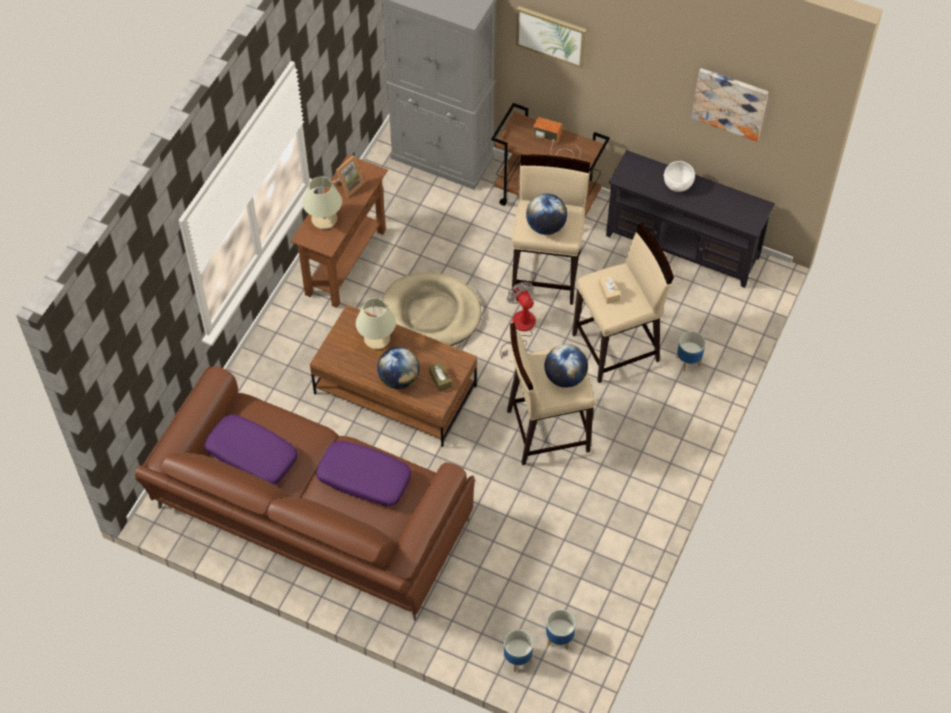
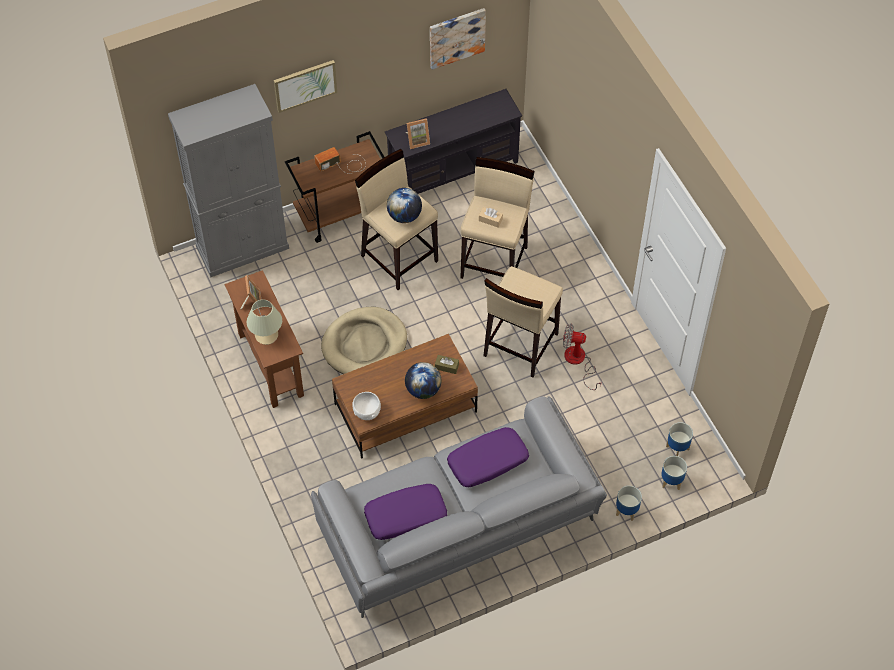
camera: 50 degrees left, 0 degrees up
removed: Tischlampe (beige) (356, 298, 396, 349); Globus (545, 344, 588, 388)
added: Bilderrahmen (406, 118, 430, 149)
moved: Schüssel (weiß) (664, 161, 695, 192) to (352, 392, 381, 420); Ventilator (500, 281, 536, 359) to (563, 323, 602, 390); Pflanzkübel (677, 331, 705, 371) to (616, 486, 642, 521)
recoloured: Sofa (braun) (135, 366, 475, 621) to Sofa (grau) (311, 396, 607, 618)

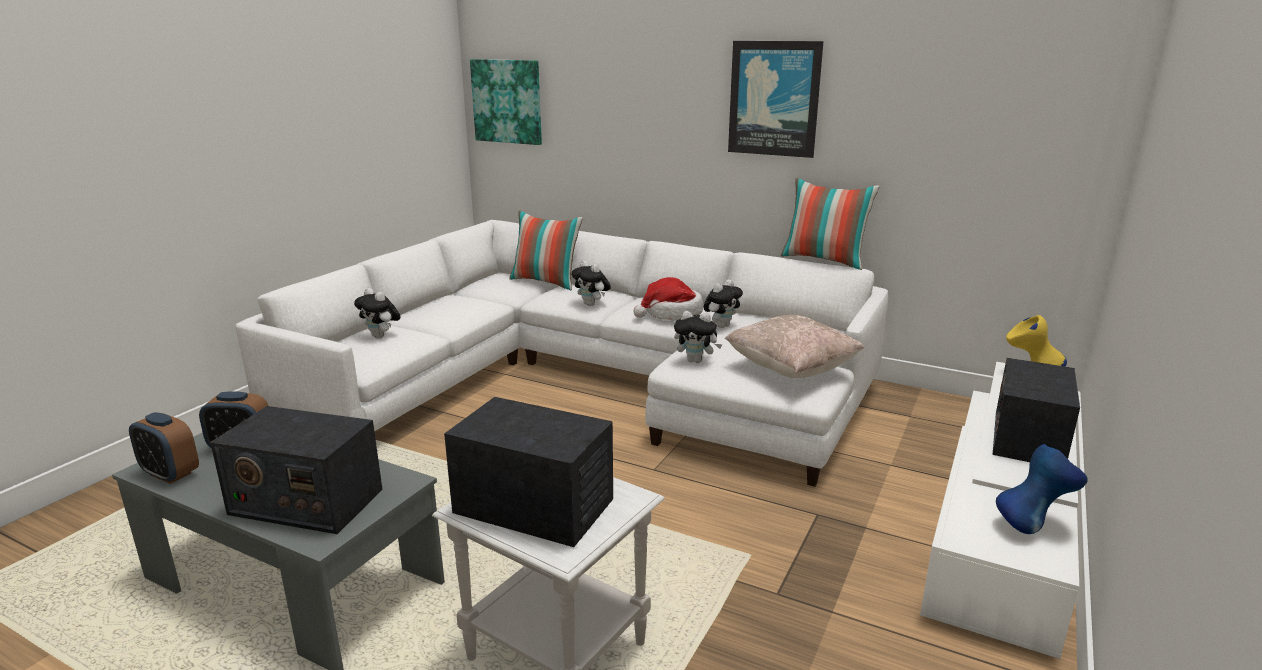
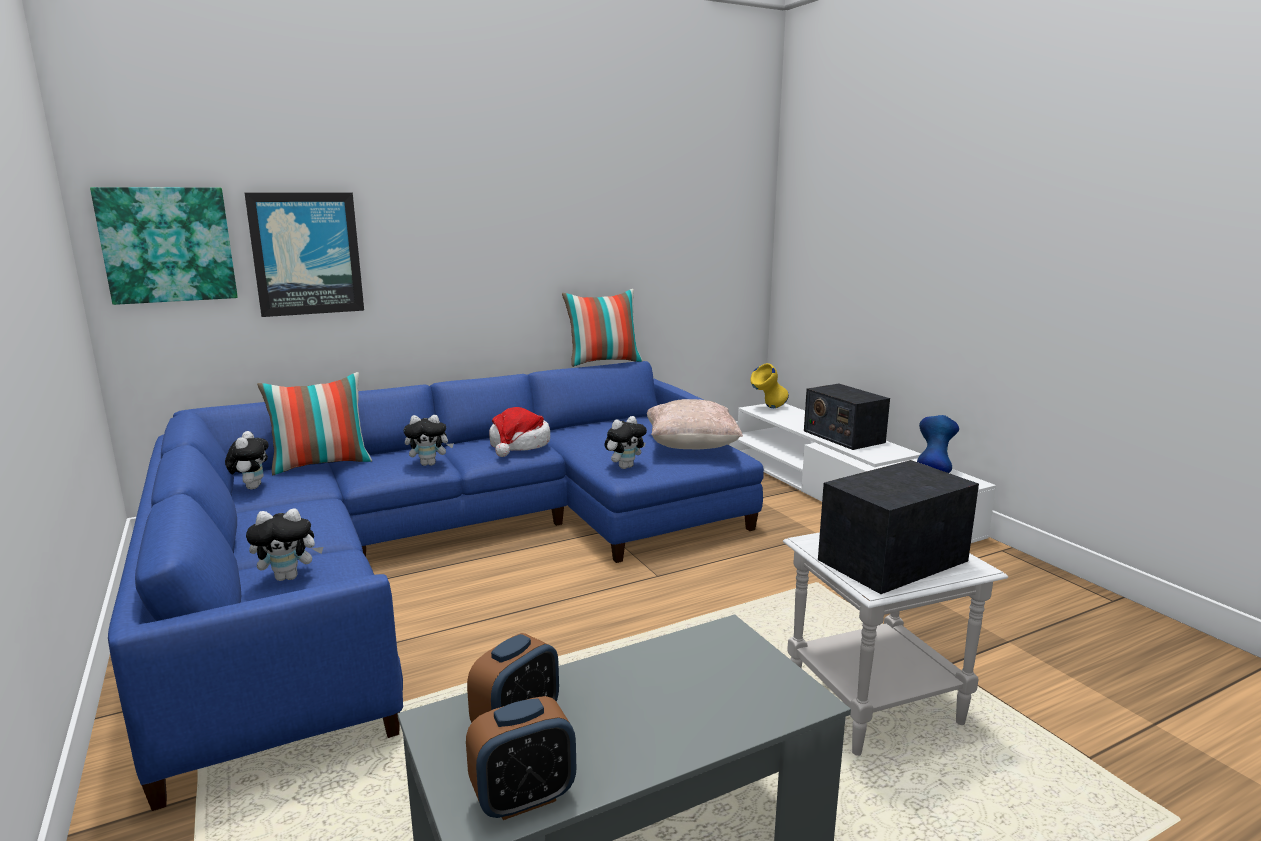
camera: 55 degrees left, 5 degrees down
removed: Radio (210, 406, 383, 534)
moved: Plüschtier (703, 279, 743, 328) to (225, 431, 269, 489); Bild (728, 41, 824, 158) to (245, 193, 364, 317)
recoloured: Sofa (weiß) (235, 220, 888, 487) to Sofa (blau) (108, 361, 764, 811)

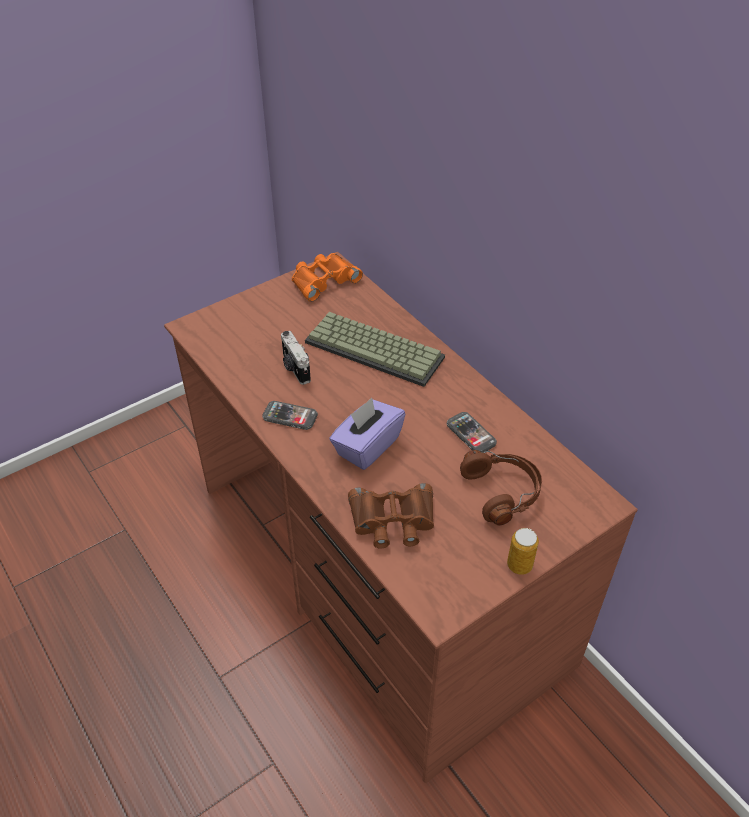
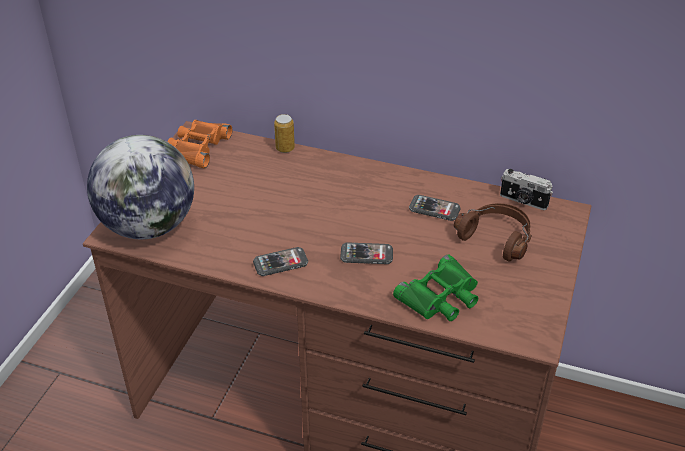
camera: 35 degrees left, 5 degrees down
removed: Tastatur (305, 312, 445, 387)
added: Globus (87, 135, 194, 239)
moved: Dose (507, 528, 539, 575) to (274, 114, 295, 153); Kamera (281, 331, 311, 385) to (500, 169, 553, 210)
replaced: Taschentuchbox (lila) (329, 398, 405, 470) to Handy (340, 242, 393, 264)
recoloured: Fernglas (braun) (348, 483, 434, 548) to Fernglas (grün) (393, 255, 478, 321)

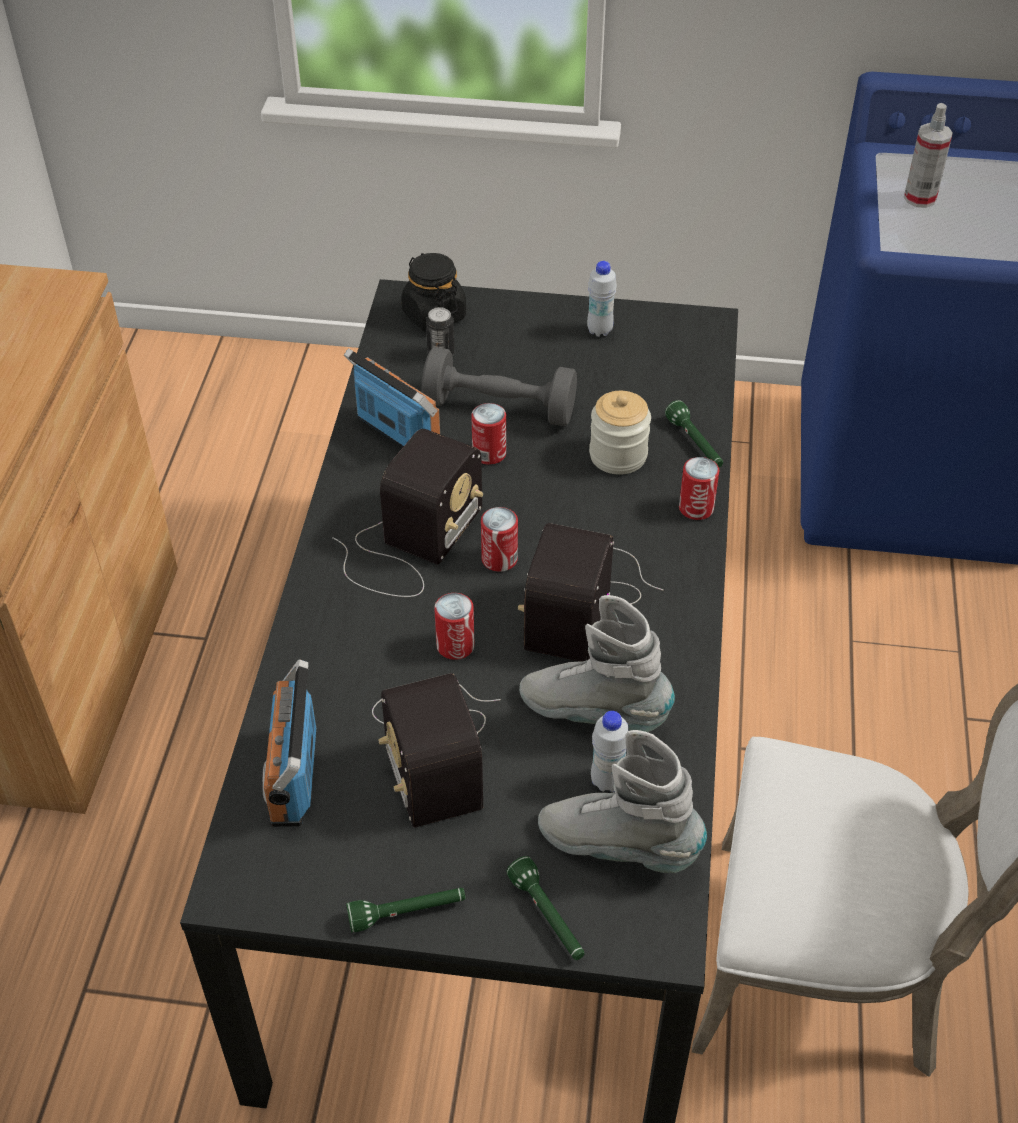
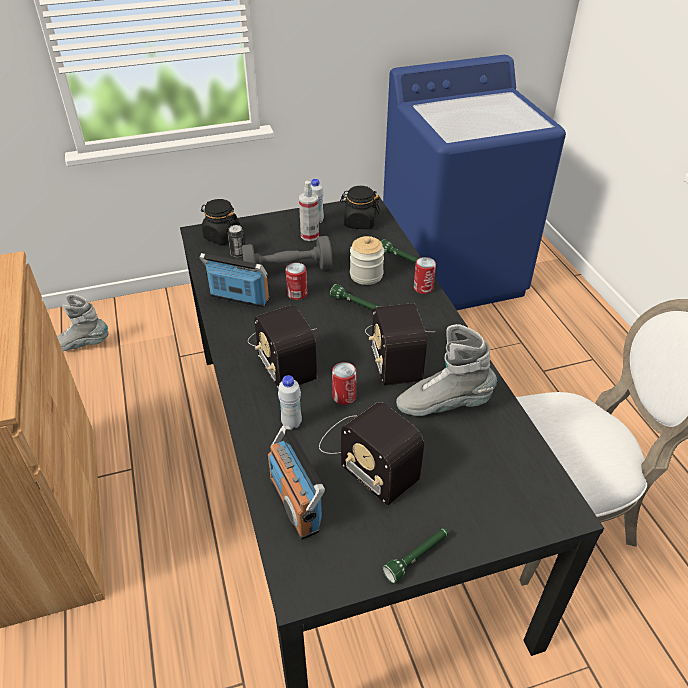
camera: 25 degrees left, 5 degrees down
removed: Dose (481, 507, 518, 572)
added: Vorratsglas (schwarz) (340, 186, 380, 229)
moved: Stiefel (grau) (538, 730, 707, 873) to (57, 294, 109, 351); Flasche (weiß) (591, 711, 629, 792) to (278, 375, 302, 430); Sprühflasche (904, 103, 953, 208) to (299, 181, 319, 241); Taschenlampe (grün) (506, 856, 584, 960) to (330, 284, 379, 310)
turned: Radio (332, 429, 483, 597) = (248, 305, 317, 389) 150 degrees clockwise

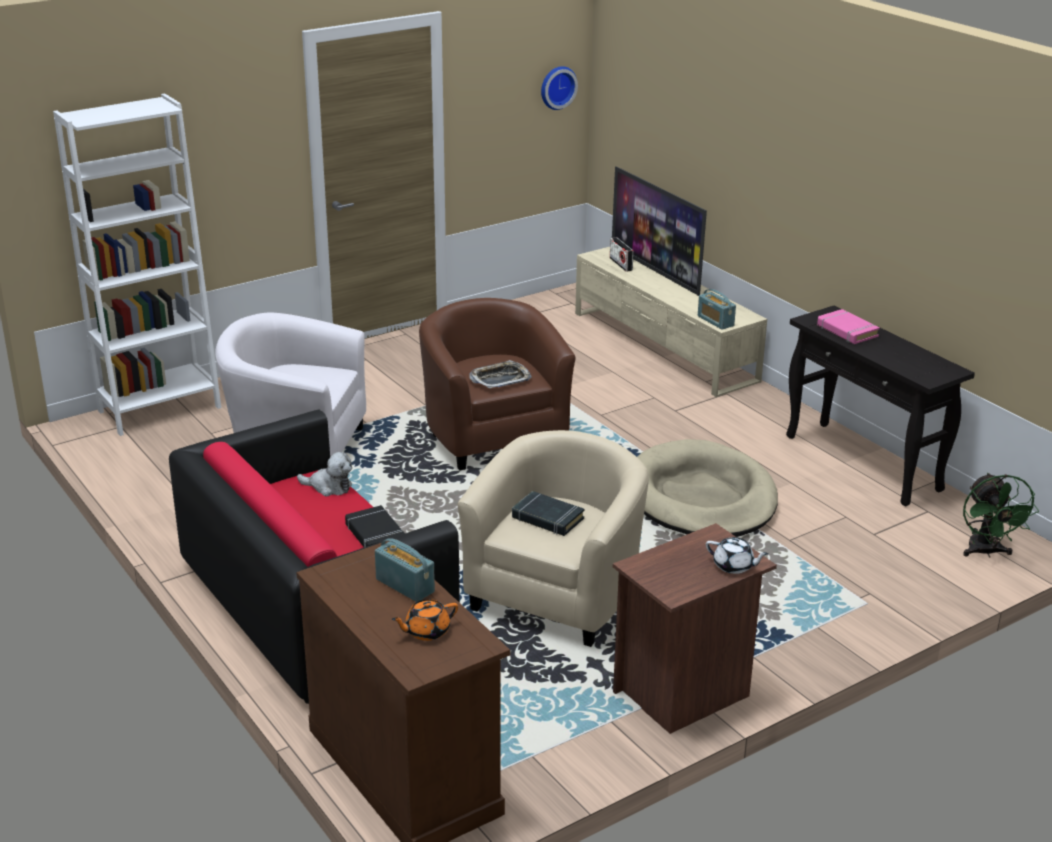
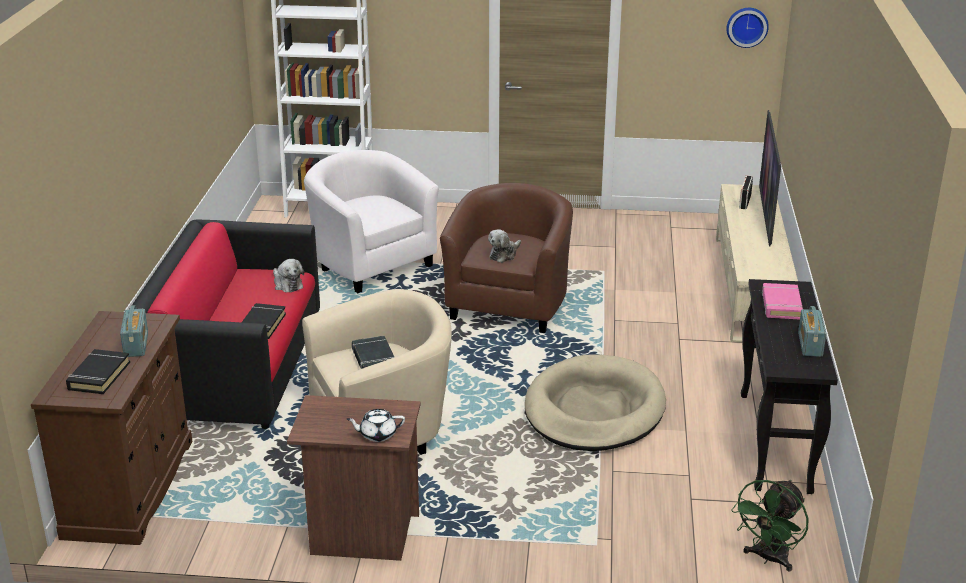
camera: 40 degrees right, 0 degrees up
moved: Radio (698, 289, 736, 330) to (798, 306, 826, 357)
replaced: Teekanne (orange) (392, 599, 458, 641) to Buch (schwarz) (66, 349, 130, 394); Tablett (469, 360, 532, 389) to Plüschtier (488, 229, 521, 263)
turned: Teekanne (weiß) (706, 537, 768, 574) = (347, 409, 405, 442) 105 degrees clockwise

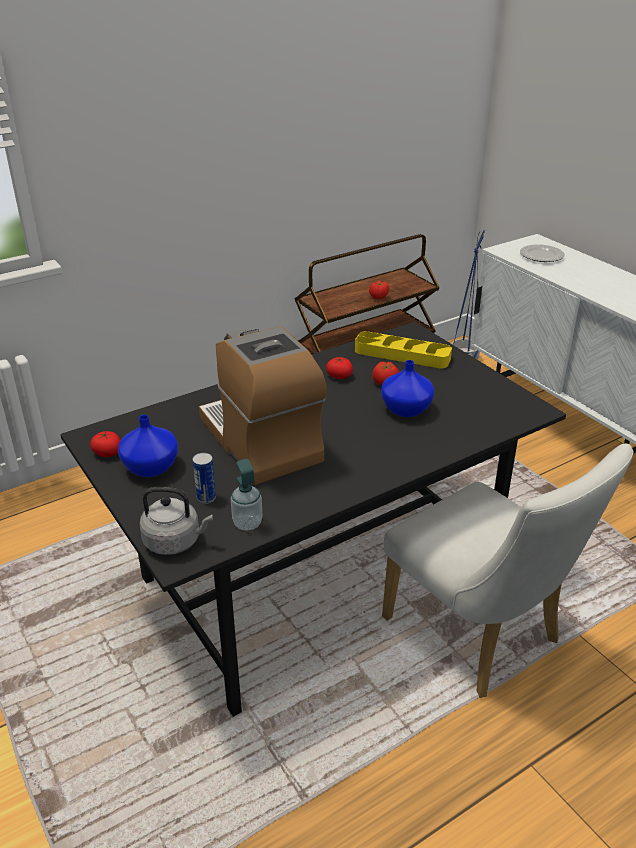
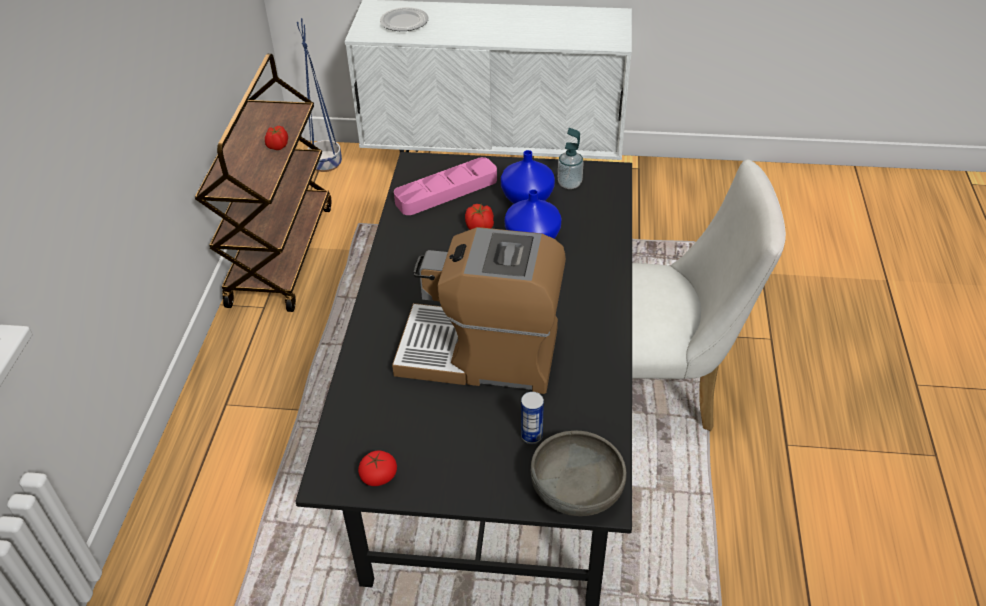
camera: 50 degrees left, 10 degrees up
removed: Tomate (326, 357, 353, 379)
moved: Vase (blau) (118, 415, 178, 477) to (501, 150, 555, 204); Seifenspender (231, 459, 263, 531) to (558, 128, 583, 189)
replaced: Wasserkessel (grau) (139, 487, 213, 555) to Schüssel (grau) (531, 431, 627, 516)
recoloured: Tablett (gelb) (355, 331, 452, 369) to Tablett (rosa) (394, 157, 497, 215)

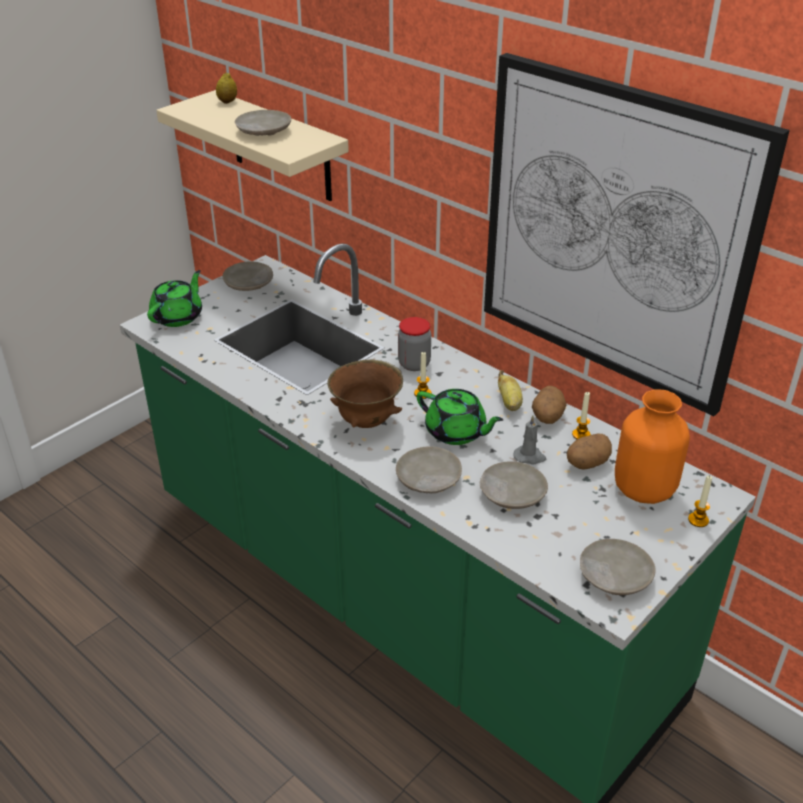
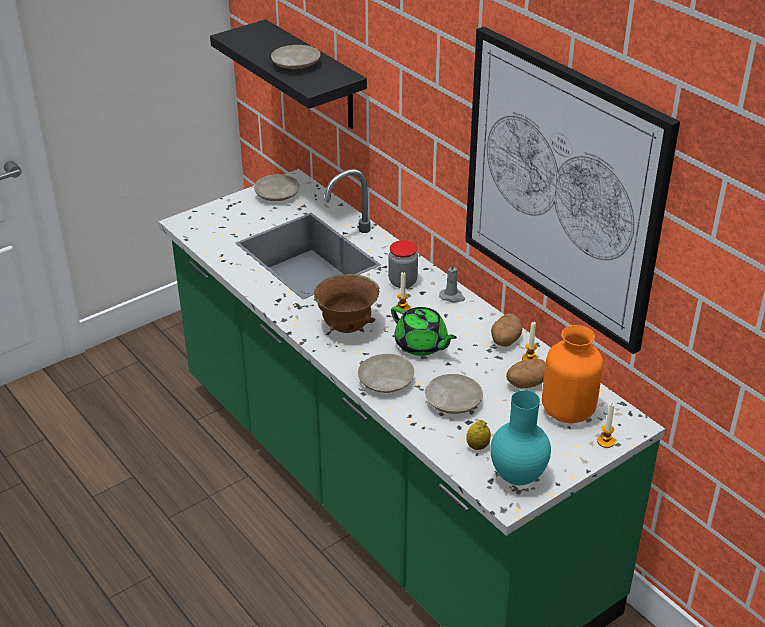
camera: 10 degrees right, 0 degrees up
removed: Teekanne (grün) (147, 270, 202, 327); Banane (498, 370, 523, 411)
moved: Kerze (grau) (514, 415, 546, 465) to (439, 262, 465, 303); Zitrone (216, 72, 237, 104) to (466, 420, 491, 450)
replaced: Teller (beige) (580, 539, 656, 595) to Vase (türkis) (490, 390, 551, 485)
recoloured: Wandregal (beige) (156, 90, 349, 201) to Wandregal (schwarz) (210, 19, 367, 129)

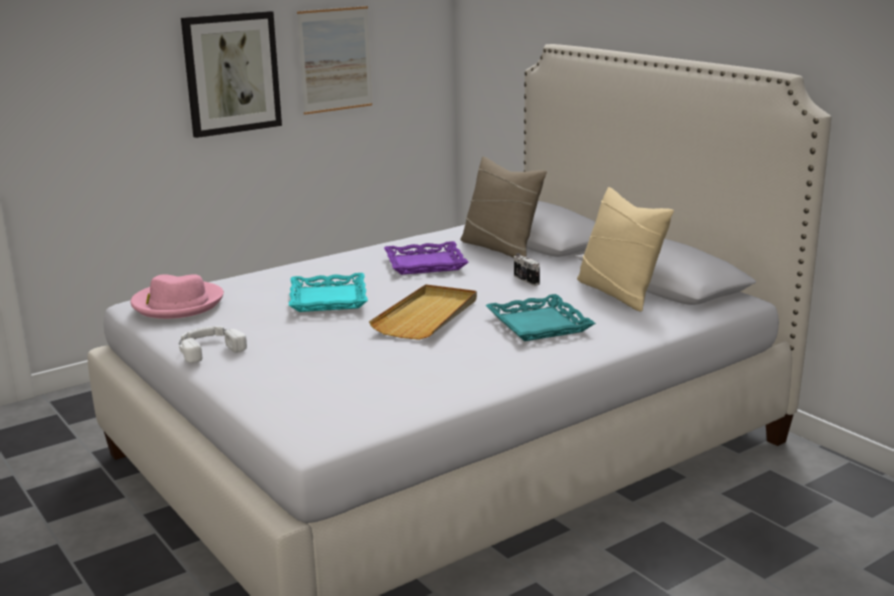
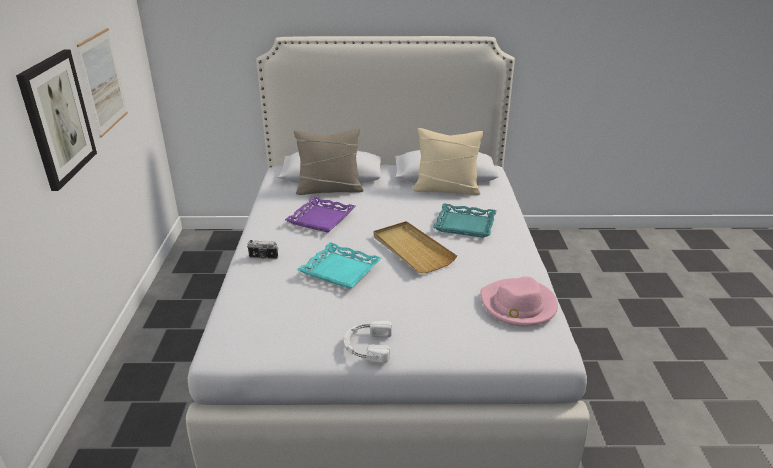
camera: 55 degrees left, 10 degrees up
moved: Kamera (514, 253, 540, 286) to (247, 240, 278, 260); Hut (rosa) (131, 274, 224, 319) to (480, 276, 558, 327)

